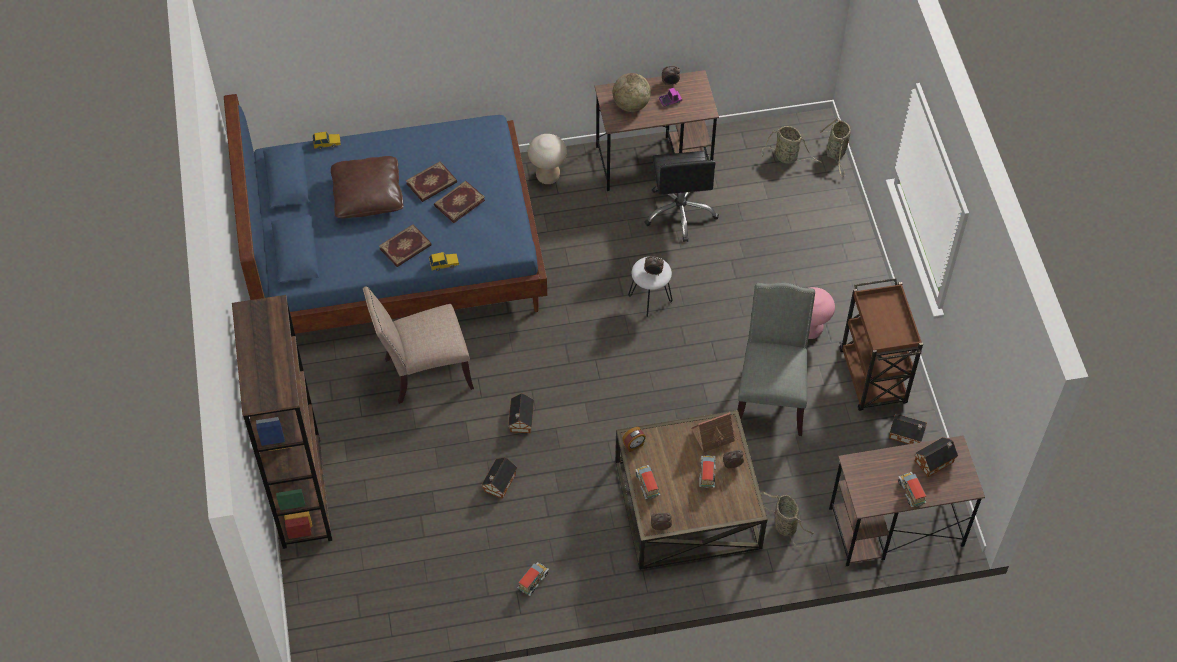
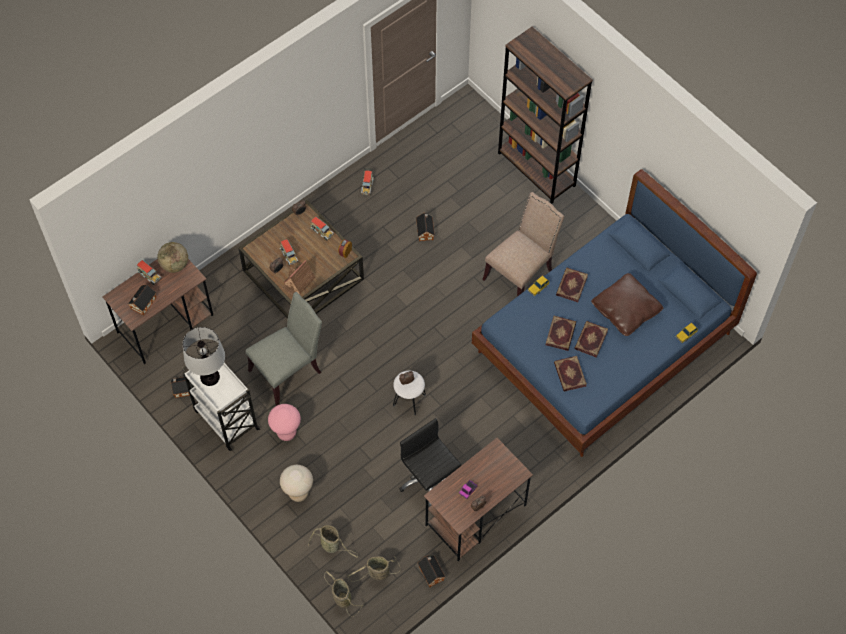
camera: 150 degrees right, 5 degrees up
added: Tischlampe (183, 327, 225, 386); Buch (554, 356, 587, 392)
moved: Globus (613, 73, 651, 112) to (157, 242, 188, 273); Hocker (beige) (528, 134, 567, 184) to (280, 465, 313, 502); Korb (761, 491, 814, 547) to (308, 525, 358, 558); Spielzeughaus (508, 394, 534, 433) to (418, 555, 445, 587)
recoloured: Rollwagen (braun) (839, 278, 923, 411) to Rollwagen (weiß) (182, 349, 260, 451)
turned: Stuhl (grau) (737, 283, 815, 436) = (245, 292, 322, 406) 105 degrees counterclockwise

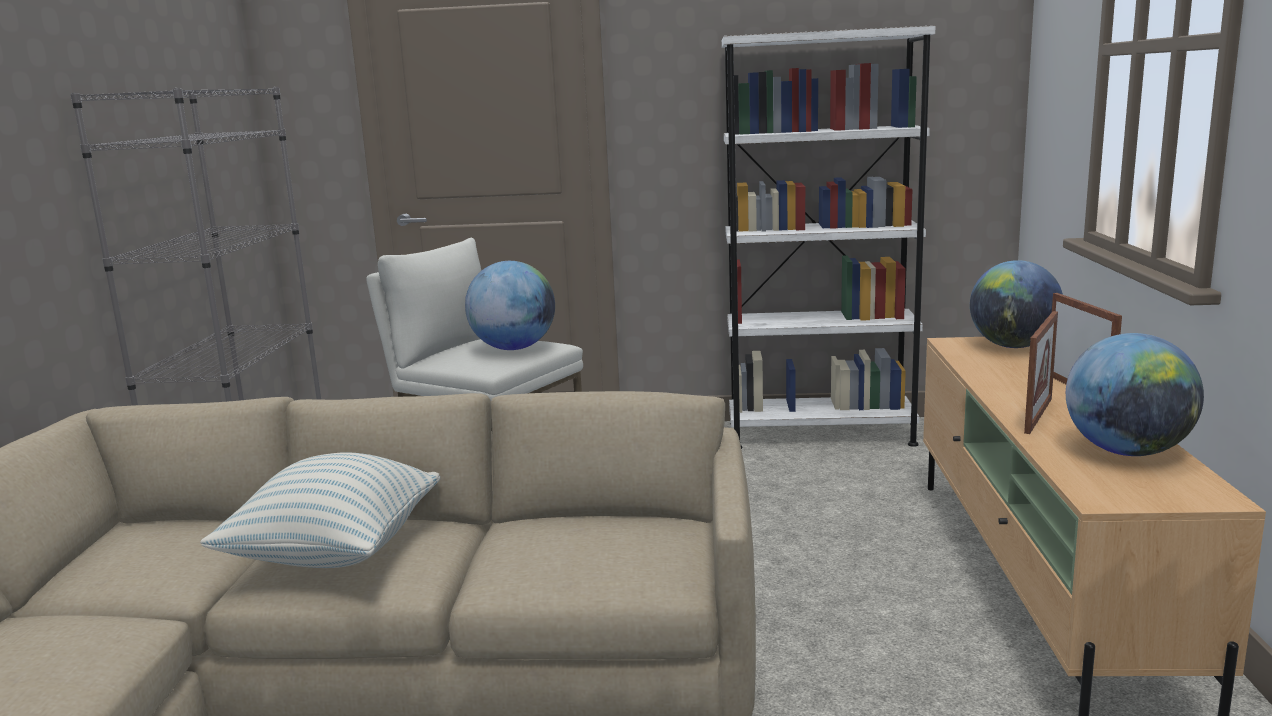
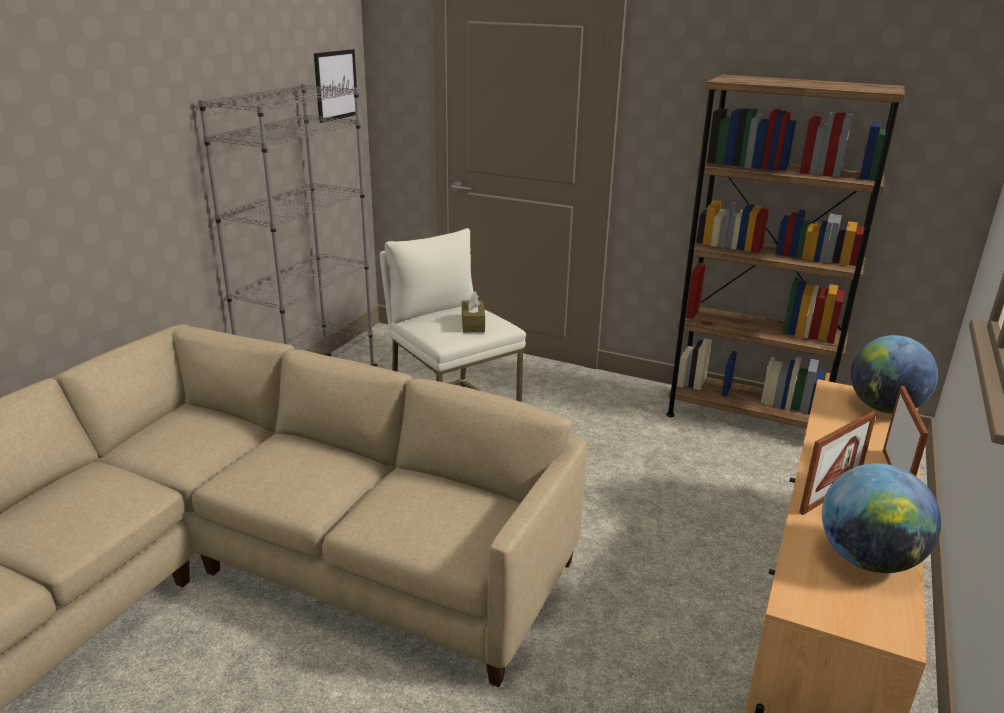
camera: 20 degrees right, 10 degrees up
removed: Kissen (200, 452, 440, 568)
added: Bild (314, 49, 357, 123)
replaced: Globus (465, 261, 555, 350) to Taschentuchbox (braun) (462, 292, 485, 333)
recoloured: Bücherregal (weiß) (722, 25, 936, 449) to Bücherregal (braun) (666, 75, 905, 428)

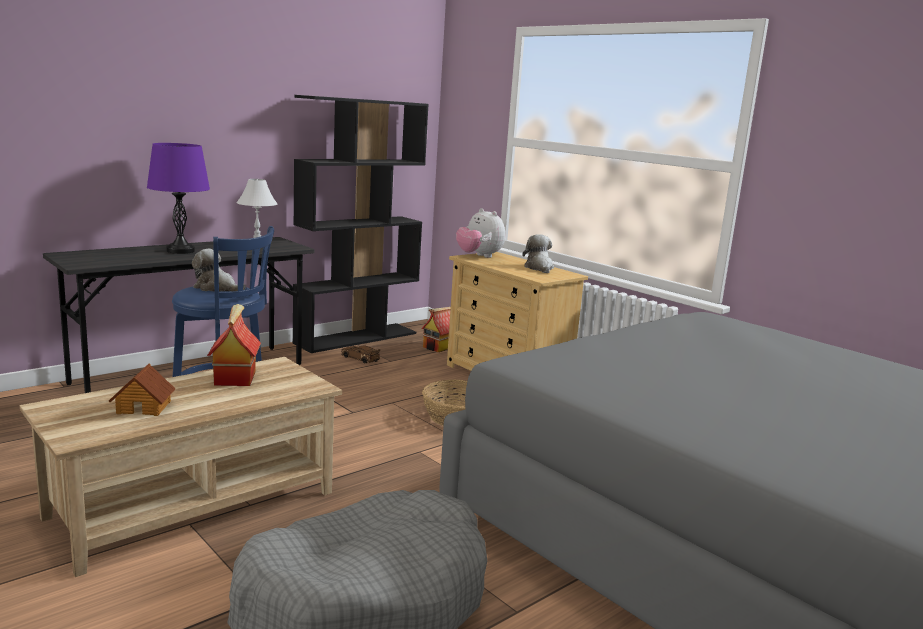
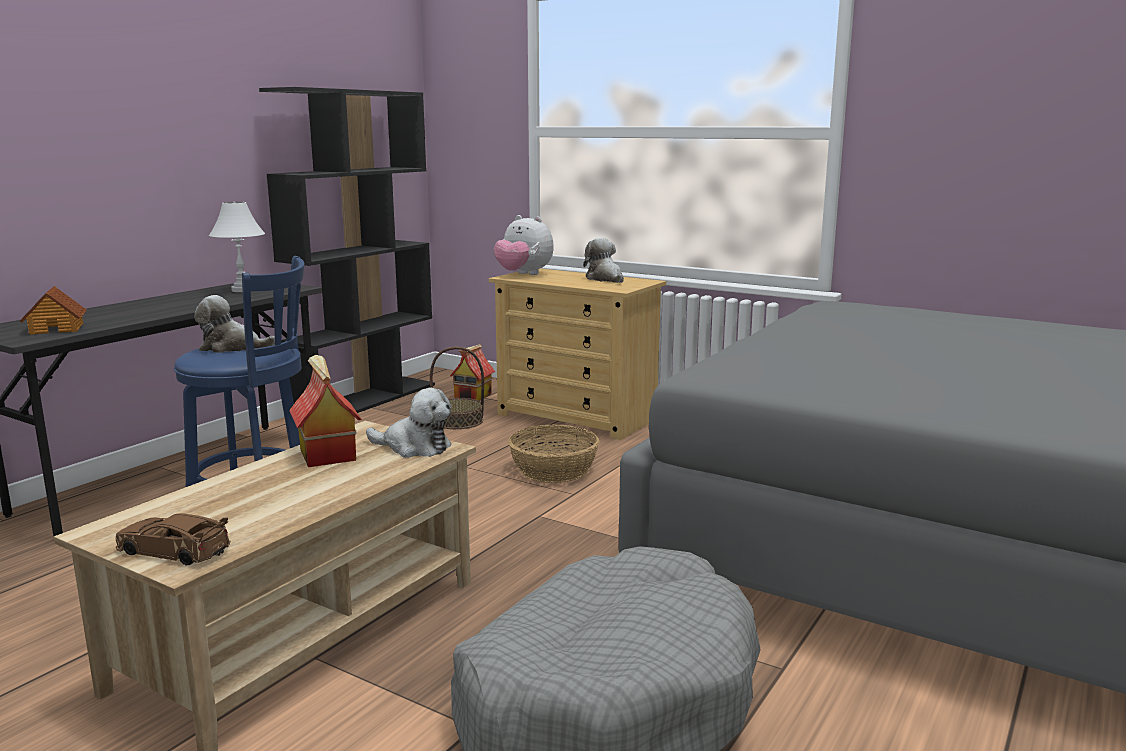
camera: 15 degrees left, 0 degrees up
removed: Tischlampe (lila) (147, 143, 210, 254)
added: Plüschtier (366, 388, 451, 458); Korb (430, 347, 484, 429)
moved: Spielzeughaus (109, 364, 176, 416) to (20, 286, 87, 335); Spielzeugauto (braun) (341, 345, 381, 363) to (115, 513, 230, 565)

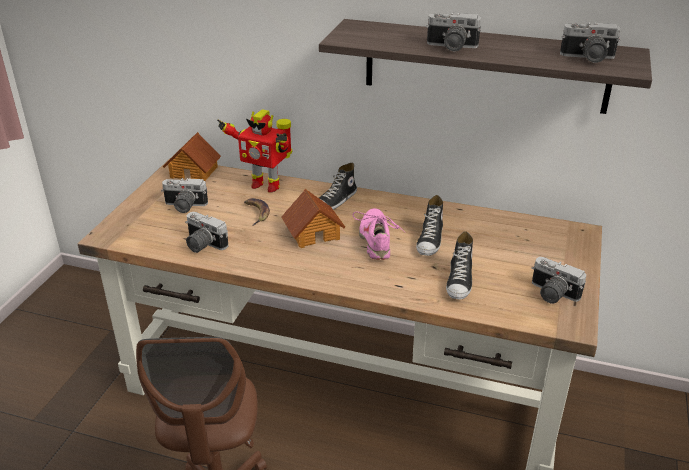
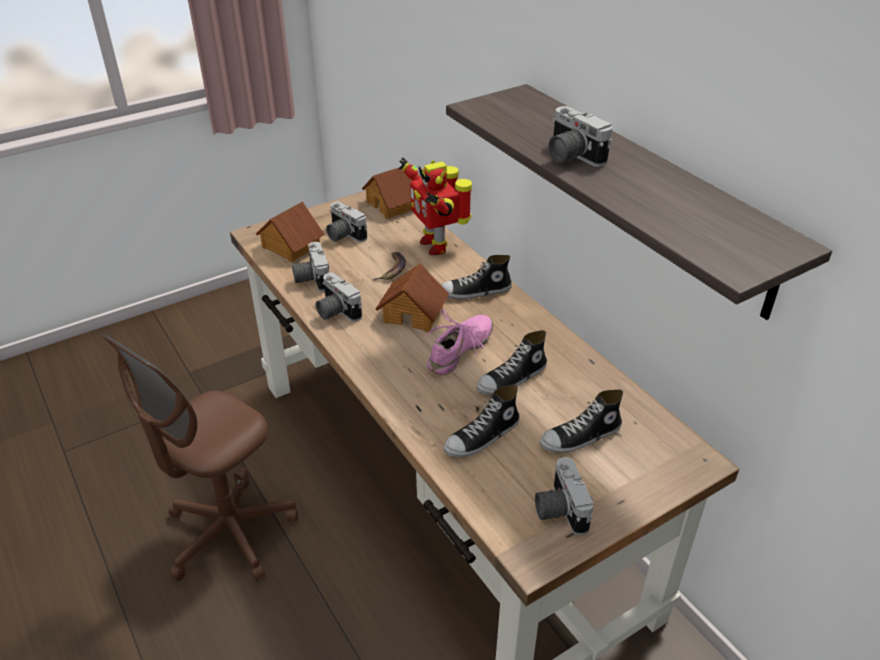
camera: 40 degrees right, 5 degrees up
added: Spielzeughaus (256, 201, 325, 262); Schuh (540, 389, 623, 453)
moved: Kamera (560, 22, 621, 63) to (316, 273, 362, 322)

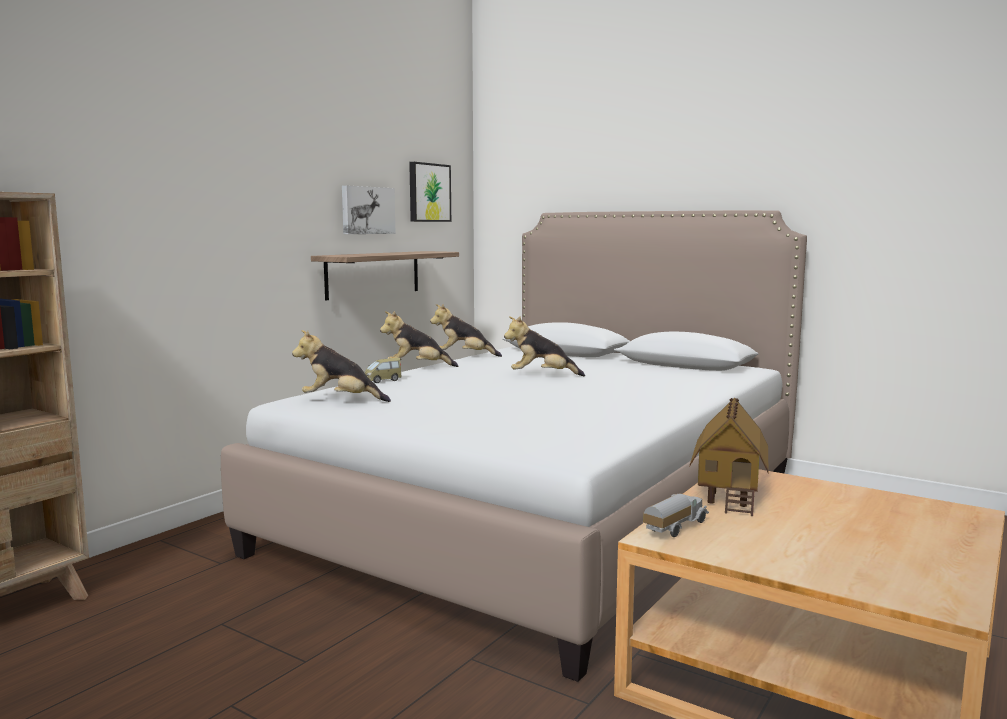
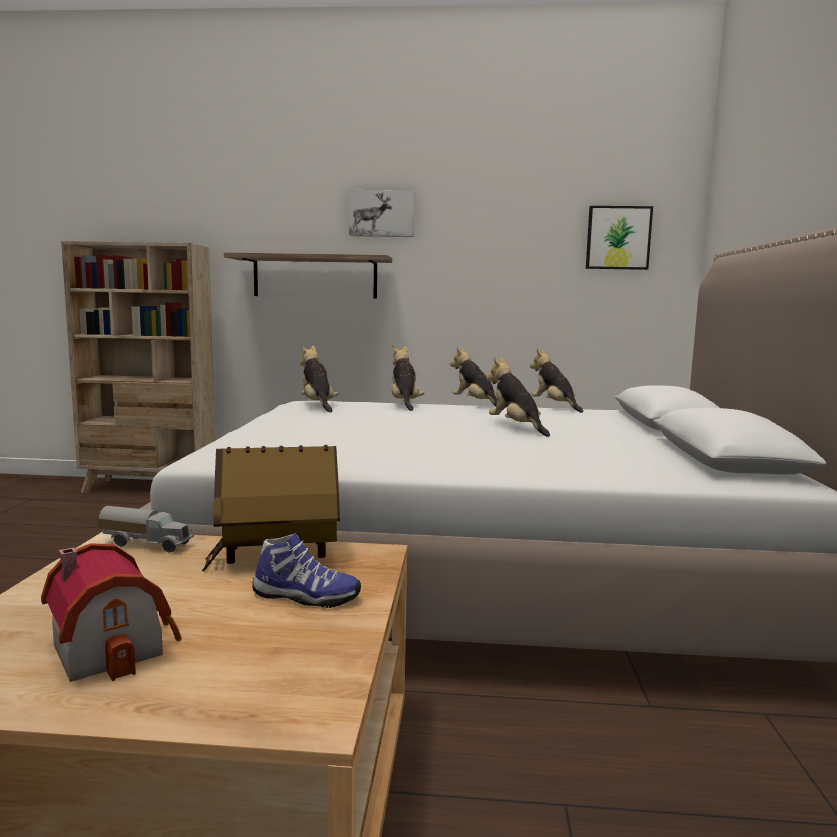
camera: 60 degrees right, 0 degrees up
added: Spielzeughaus (41, 543, 182, 682); Schuh (252, 533, 361, 608)
moved: Wandregal (311, 251, 459, 300) to (224, 252, 392, 299); Bild (342, 185, 396, 234) to (349, 190, 414, 237)
replaced: Spielzeugauto (364, 358, 401, 383) to Plüschtier (391, 346, 424, 411)

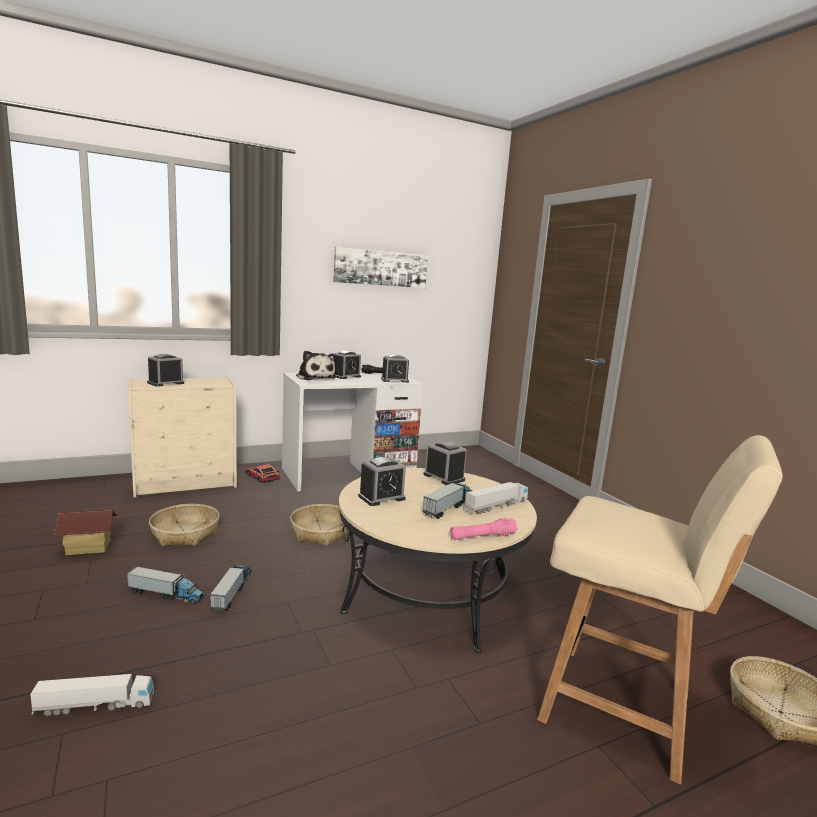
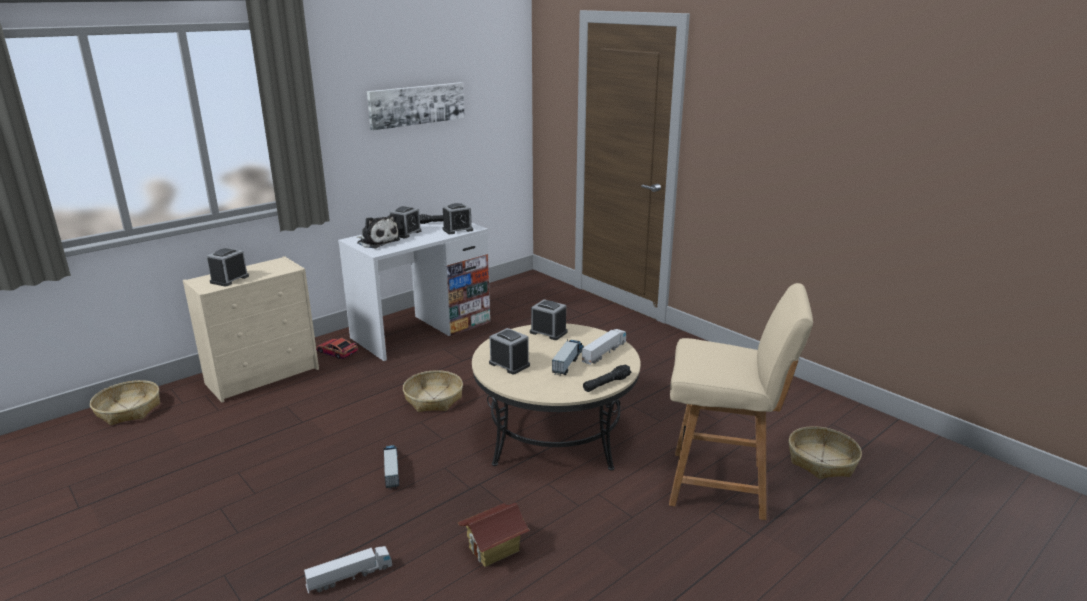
camera: 15 degrees left, 10 degrees up
removed: Spielzeuglaster (127, 566, 205, 604)
moved: Korb (149, 504, 220, 546) to (90, 380, 160, 425); Spielzeughaus (54, 509, 118, 555) to (458, 502, 530, 567)
recoloured: Taschenlampe (rosa) (450, 518, 518, 540) to Taschenlampe (schwarz) (583, 364, 632, 392)
turned: Wecker (358, 457, 406, 506) = (489, 328, 530, 375) 90 degrees counterclockwise

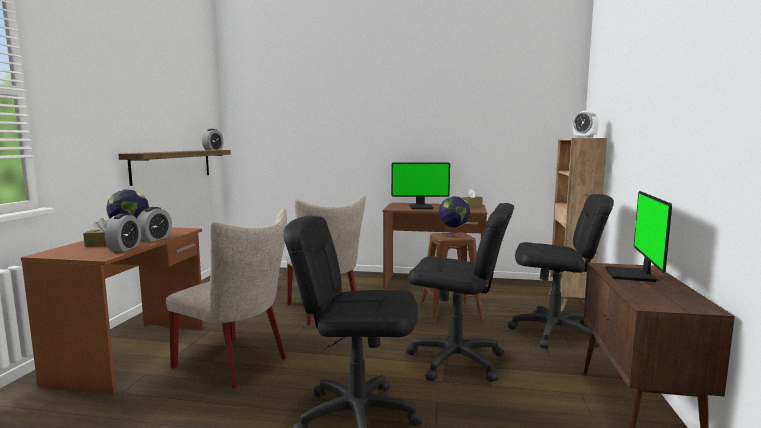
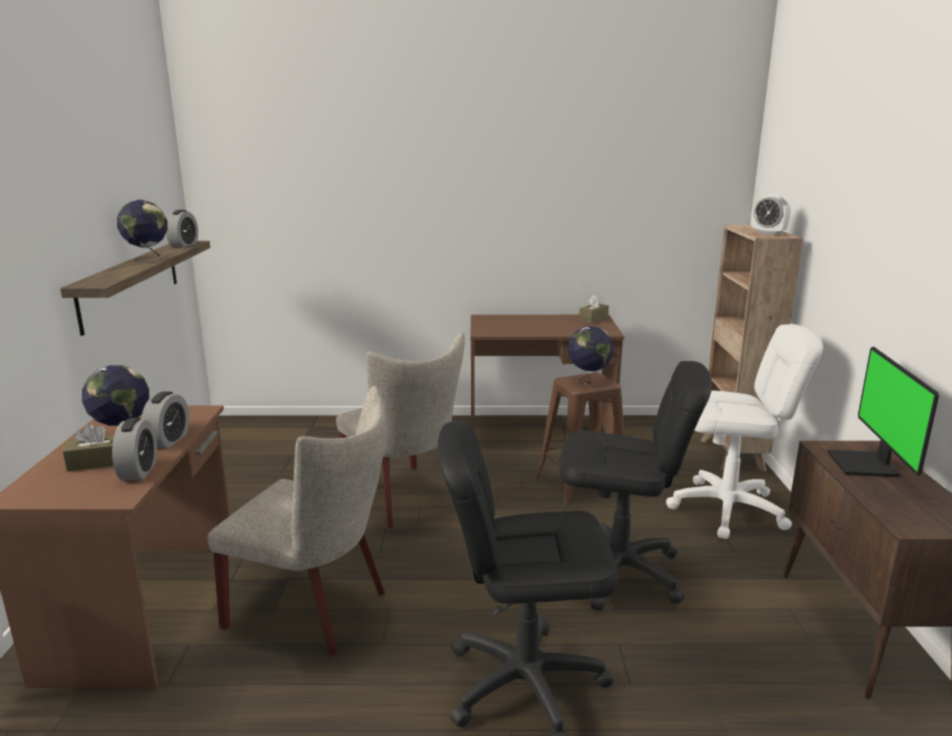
camera: 10 degrees left, 10 degrees up
removed: Monitor (391, 163, 450, 209)
added: Globus (117, 200, 168, 263)
recoloured: Bürostuhl (schwarz) (508, 194, 614, 349) to Bürostuhl (weiß) (666, 324, 823, 539)

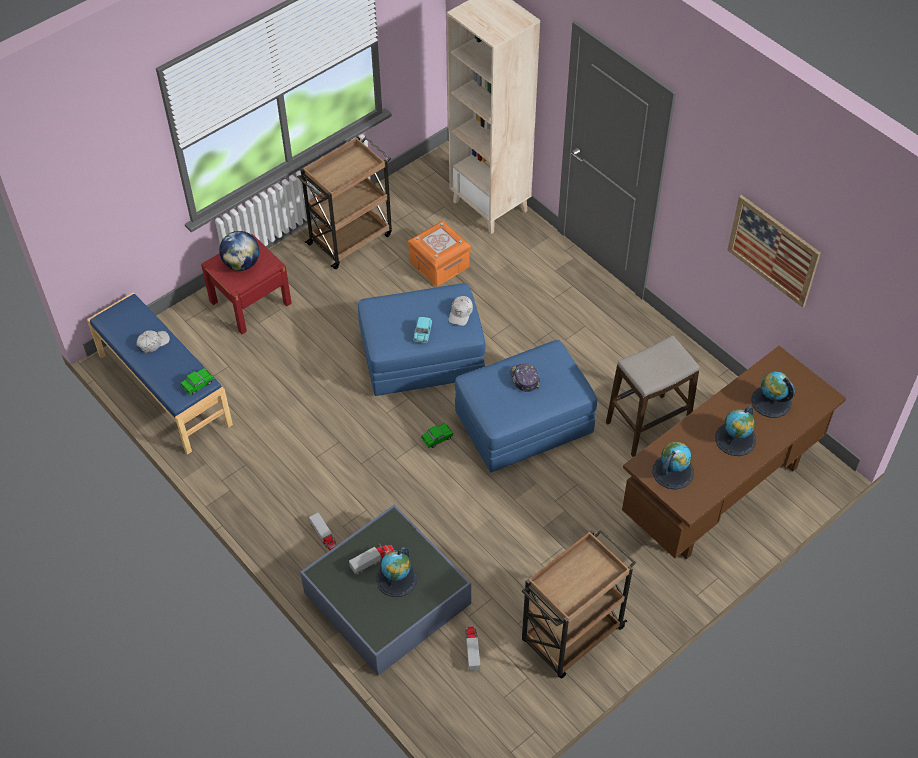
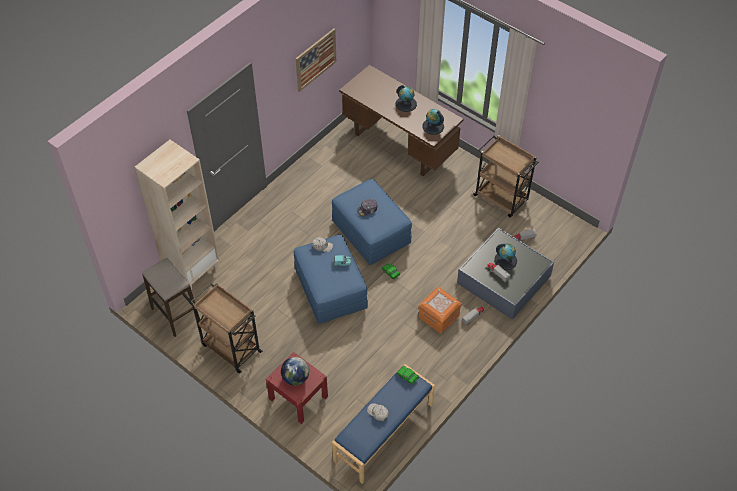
camera: 100 degrees left, 0 degrees up
removed: Globus (751, 371, 795, 418)
moved: Hocker (606, 335, 699, 457) to (142, 258, 200, 337); Aufbewahrungsbox (orange) (408, 221, 471, 287) to (418, 287, 462, 333)

